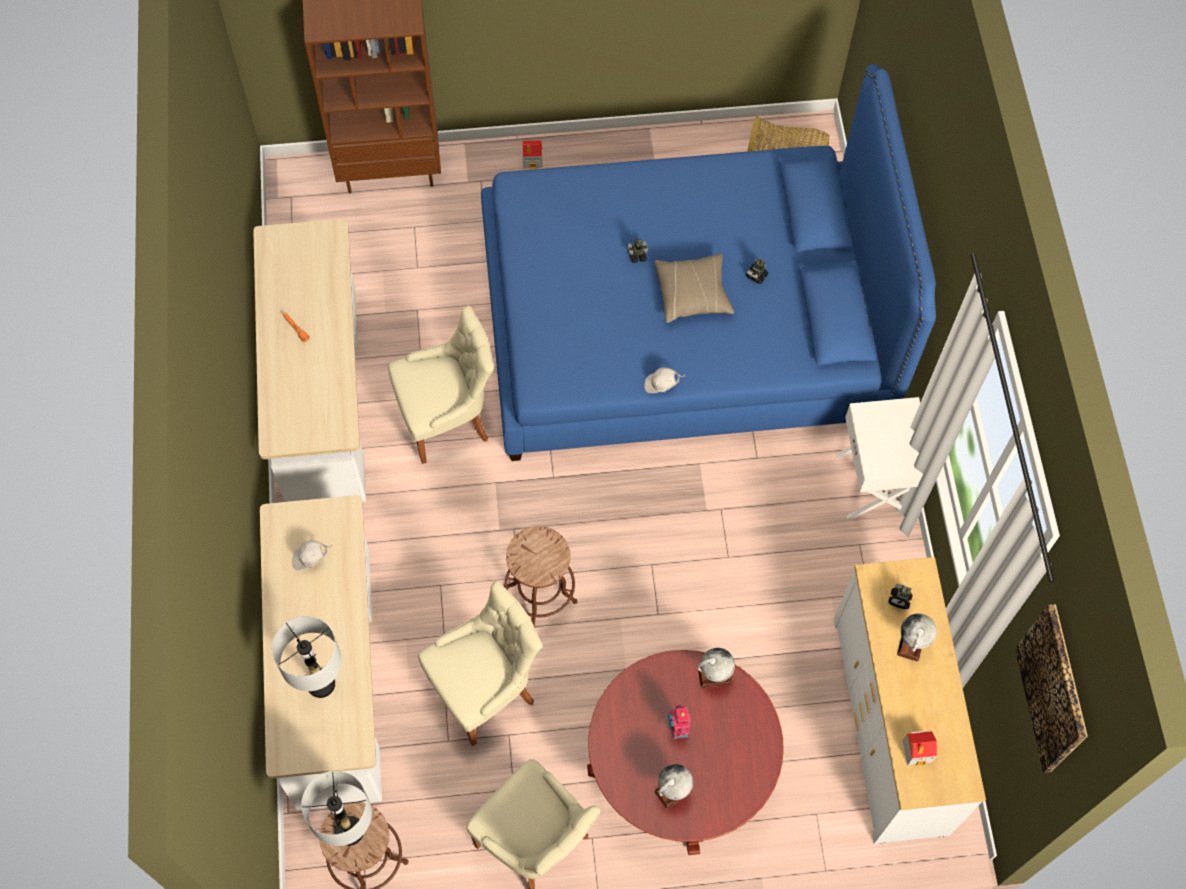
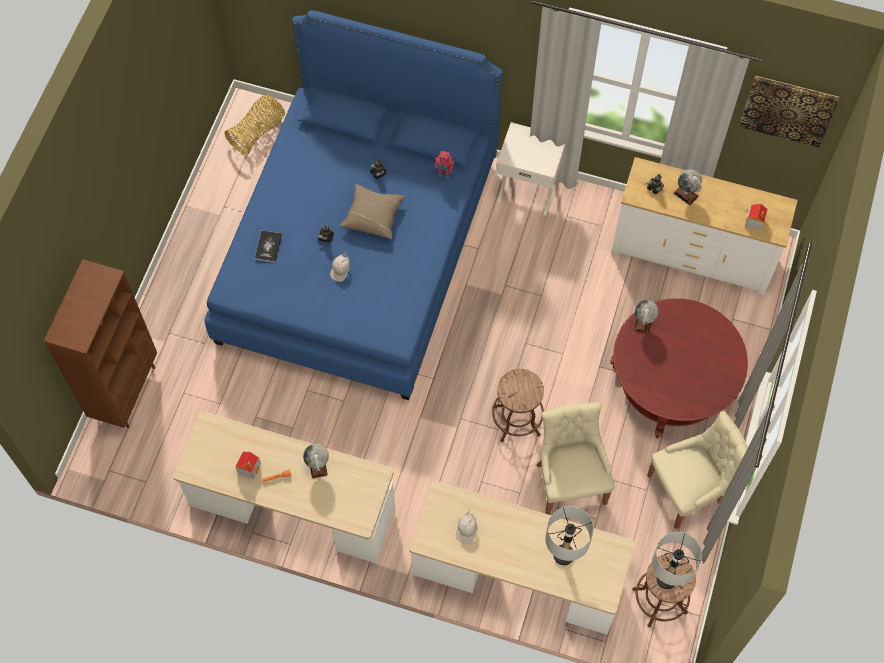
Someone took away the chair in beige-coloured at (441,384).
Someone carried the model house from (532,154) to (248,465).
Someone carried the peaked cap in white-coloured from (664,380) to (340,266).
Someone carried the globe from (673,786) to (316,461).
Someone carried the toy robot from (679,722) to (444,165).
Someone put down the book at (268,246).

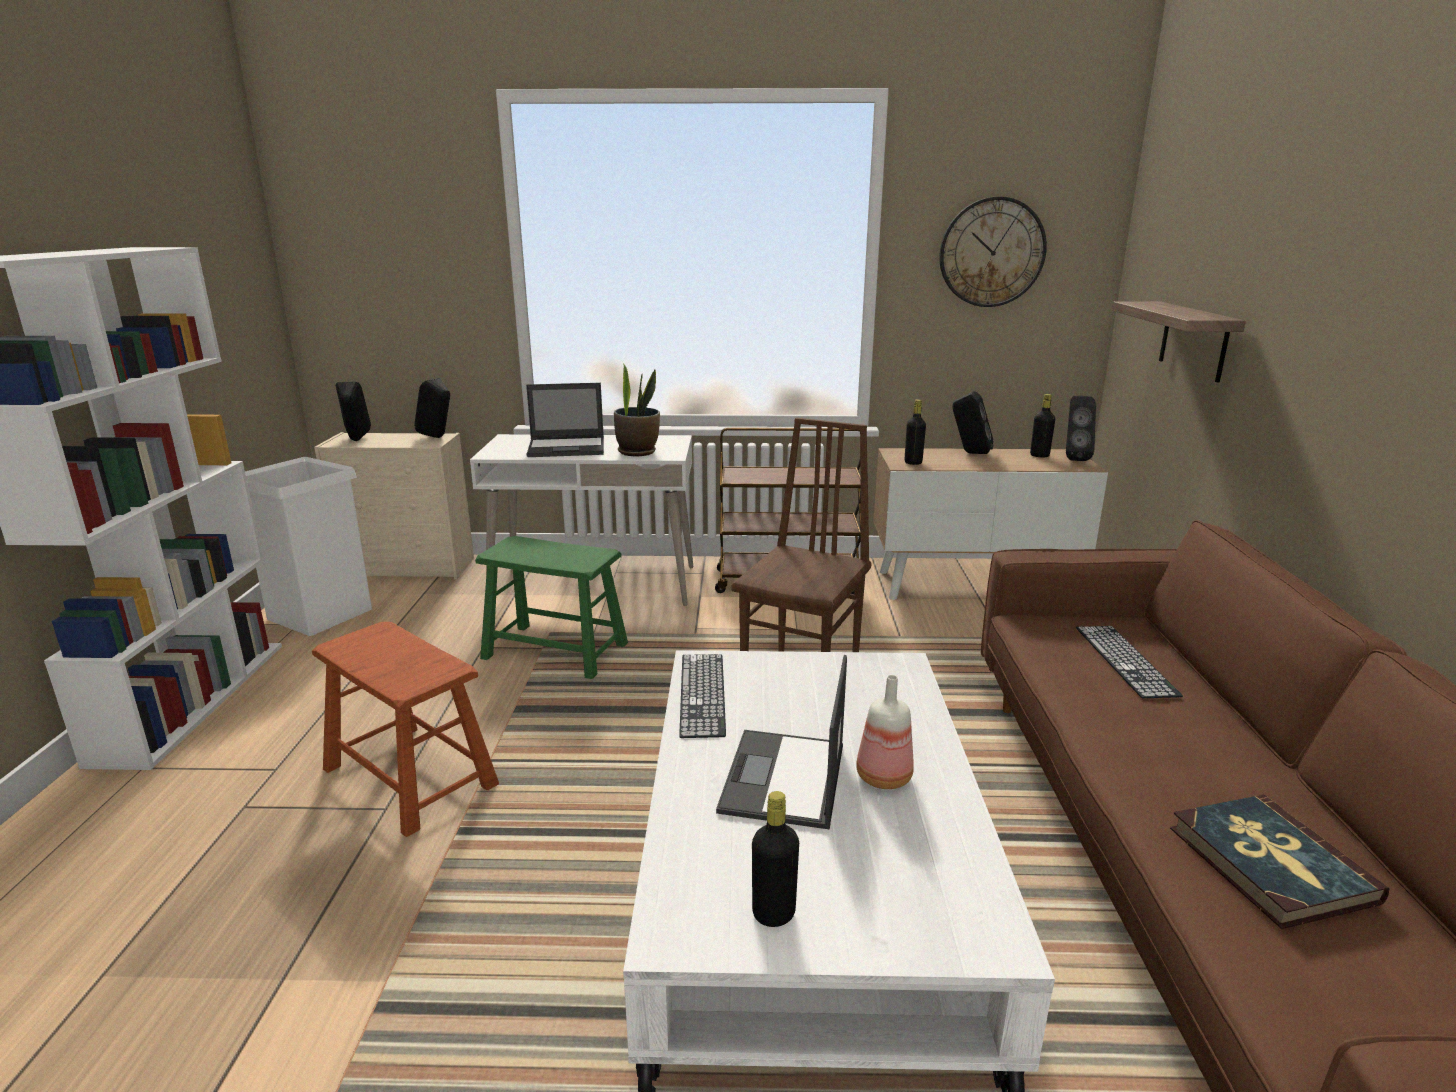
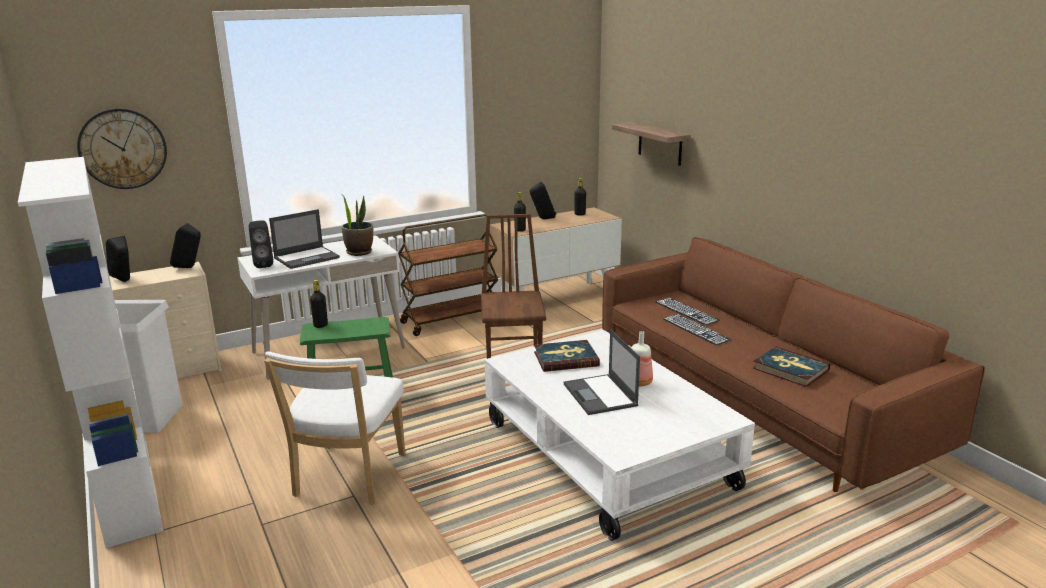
Someone swapped the stool in brownish at (405,729) for the chair in white-coloured at (334,427).
Someone carried the computer keyboard from (702,696) to (697,329).
Someone carried the drink bottle in black from (775,859) to (319,304).
Someone carried the hanging clock from (993,252) to (122,148).
Someone carried the audio speaker in black from (1081,428) to (261,244).
Someone put down the book at (567,356).

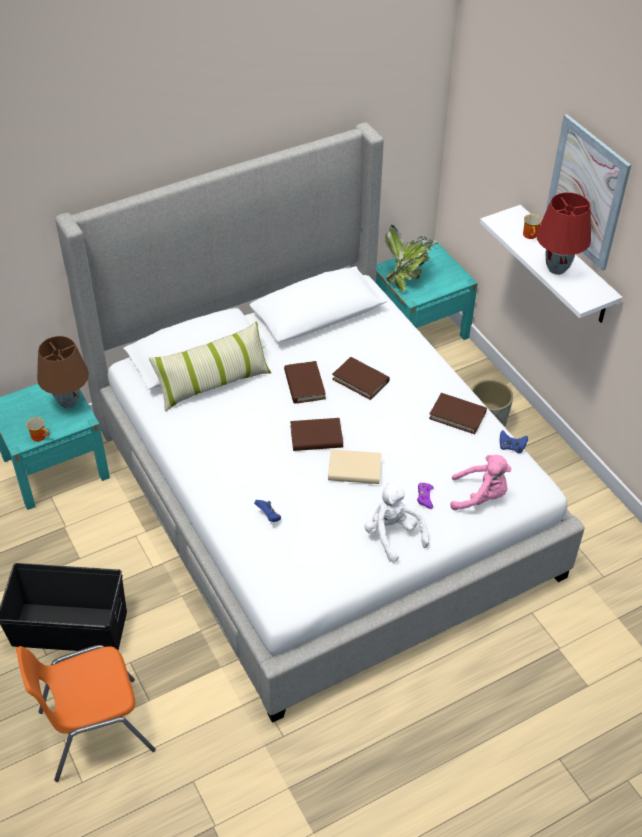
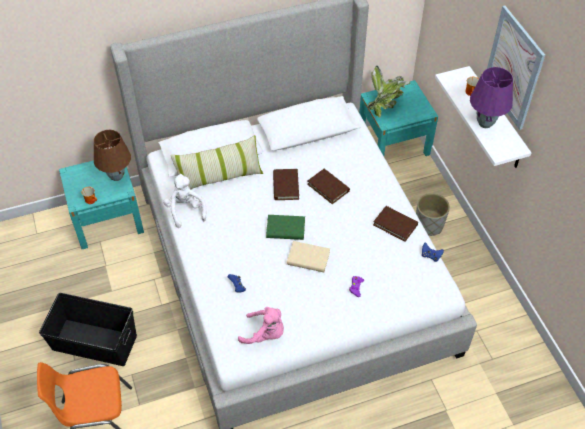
Someone repainted the book in brownish at (316,434), which became the book in green-coloured at (285,227).
Someone carried the cuddly toy in white-coloured from (396,522) to (185,201).
Someone carried the cuddly toy in pink-coloured from (480,482) to (261,325).
Someone repainted the lamp for a table in red at (563,233), which became the lamp for a table in purplish at (491,97).

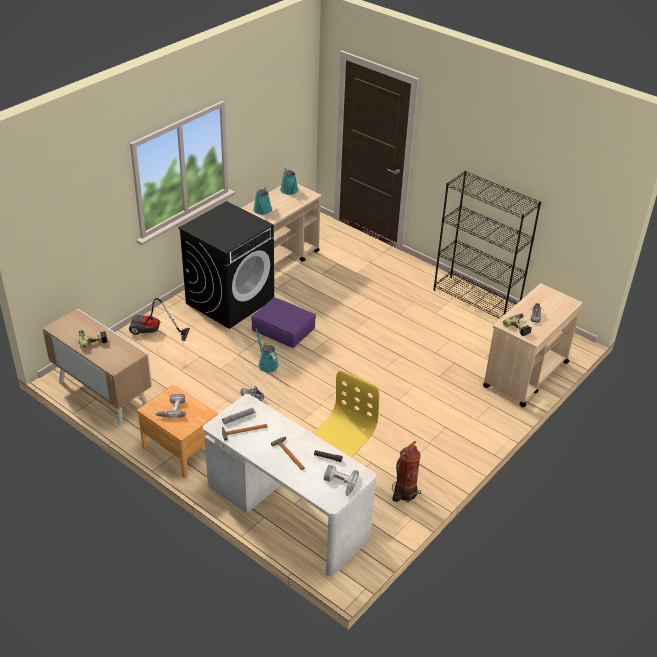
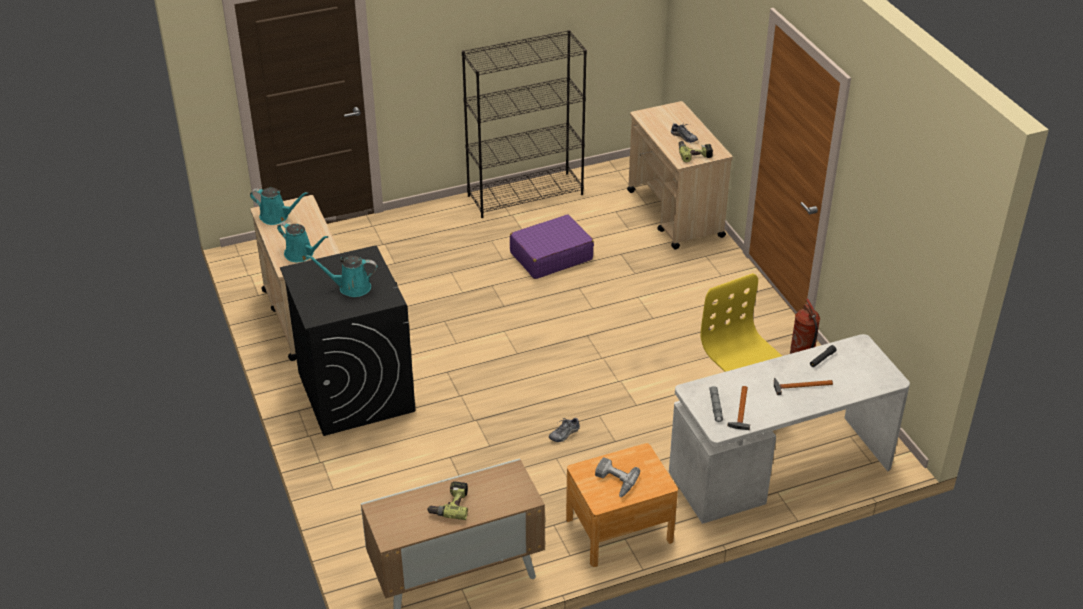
Someone took away the hoover at (159,319).
Someone carried the suitcase in purplish from (283,322) to (552,246).
Someone carried the watering pot in turquoise from (267,351) to (341,276).
Someone took away the drill at (341,480).

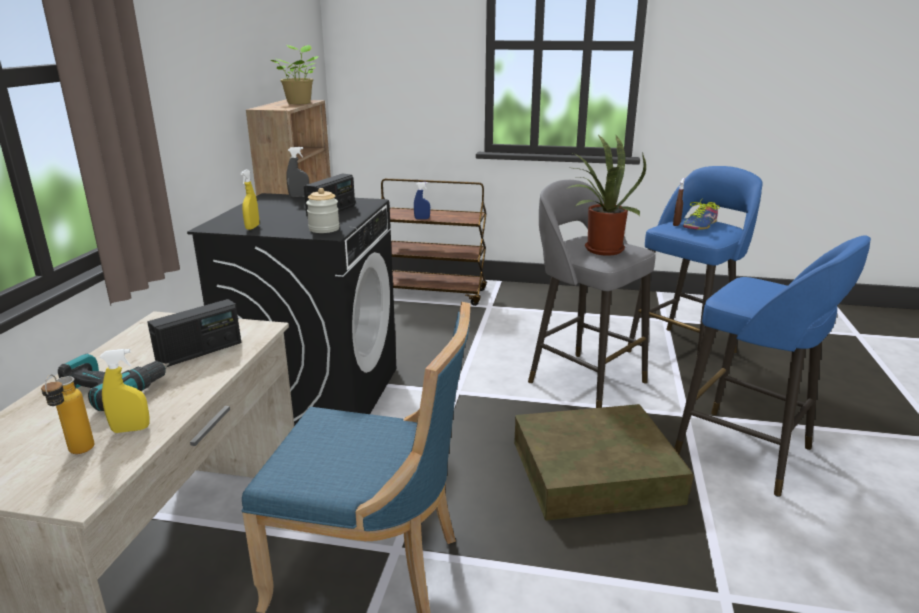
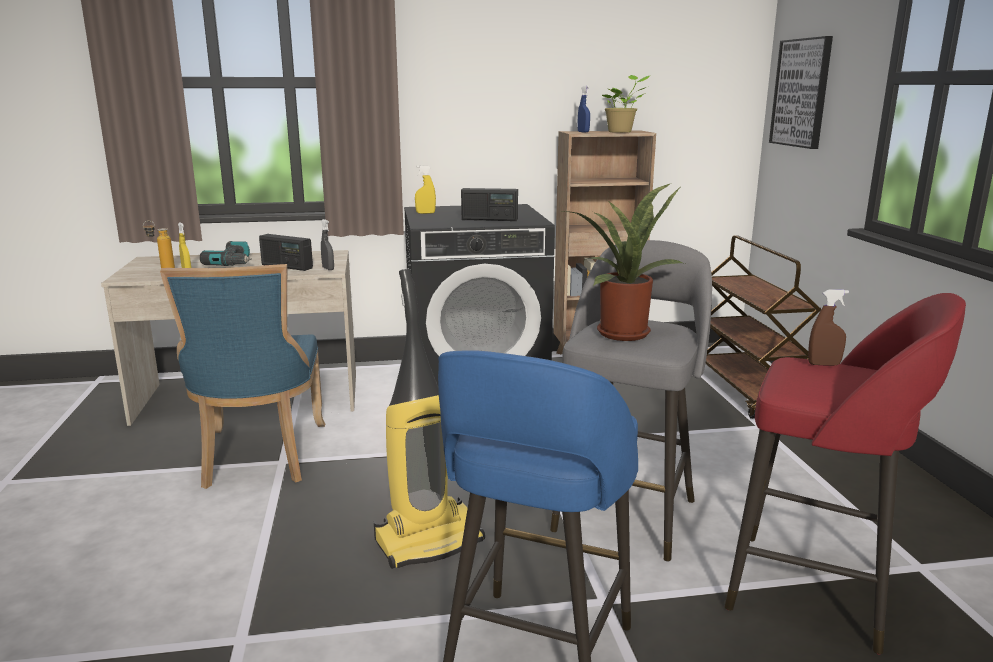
Someone carried the spray bottle in greyish from (297,172) to (327,244).
Someone took away the jar at (323,210).
Someone carried the spray bottle in blue-coloured from (422,200) to (584,109).
Someone swapped the storage container in brownish at (603,462) for the hoover at (429,419).
Someone repainted the stool in blue-coloured at (695,263), which became the stool in red at (845,474).
Someone took away the low shoe at (701,213).
Someone put up the wall picture at (801,92).

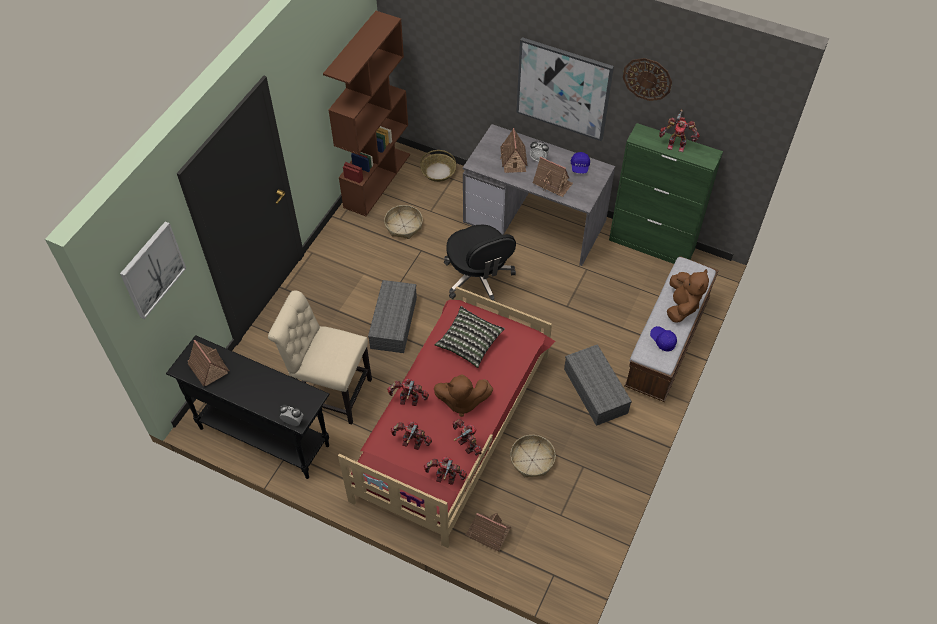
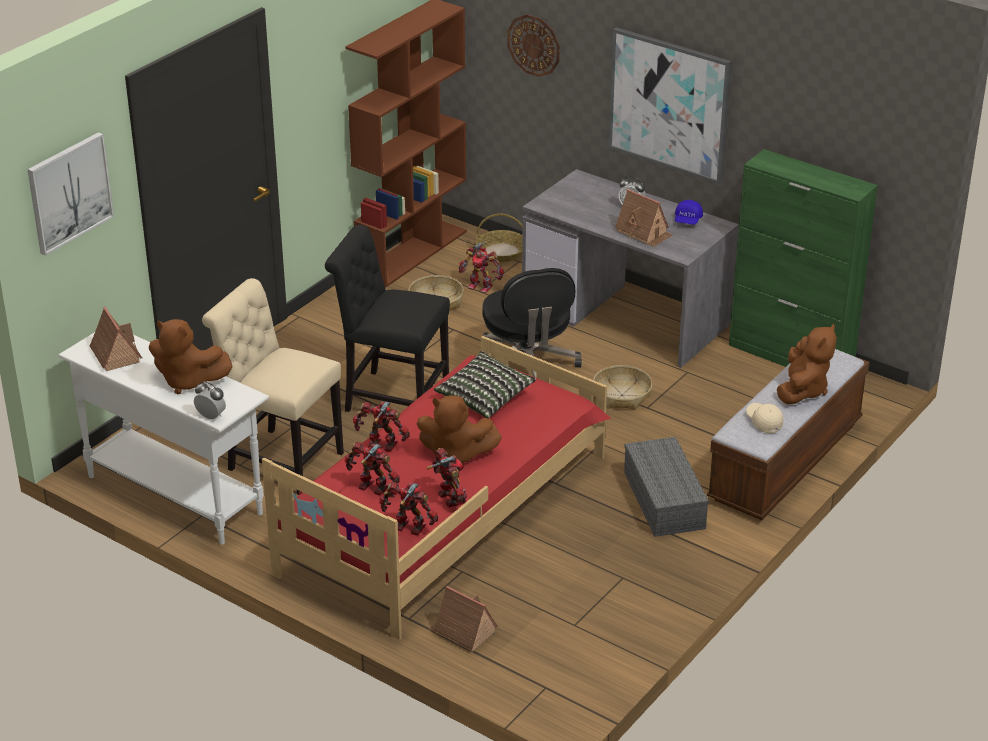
Someone repainted the narrow table in black at (248,407), which became the narrow table in white-coloured at (163,438).
Someone swapped the storage container in greyish at (392,316) for the chair in black at (387,318).
Someone took away the model house at (513,150).
Someone carried the basket from (533,456) to (622,387).
Someone carried the hanging clock from (647,79) to (533,45).
Someone repainted the peaked cap in blue-coloured at (663,338), which became the peaked cap in beige-coloured at (764,418).
Someone carried the toy robot from (679,130) to (481,267).
Someone put down the cuddly toy in brownish at (191,357).

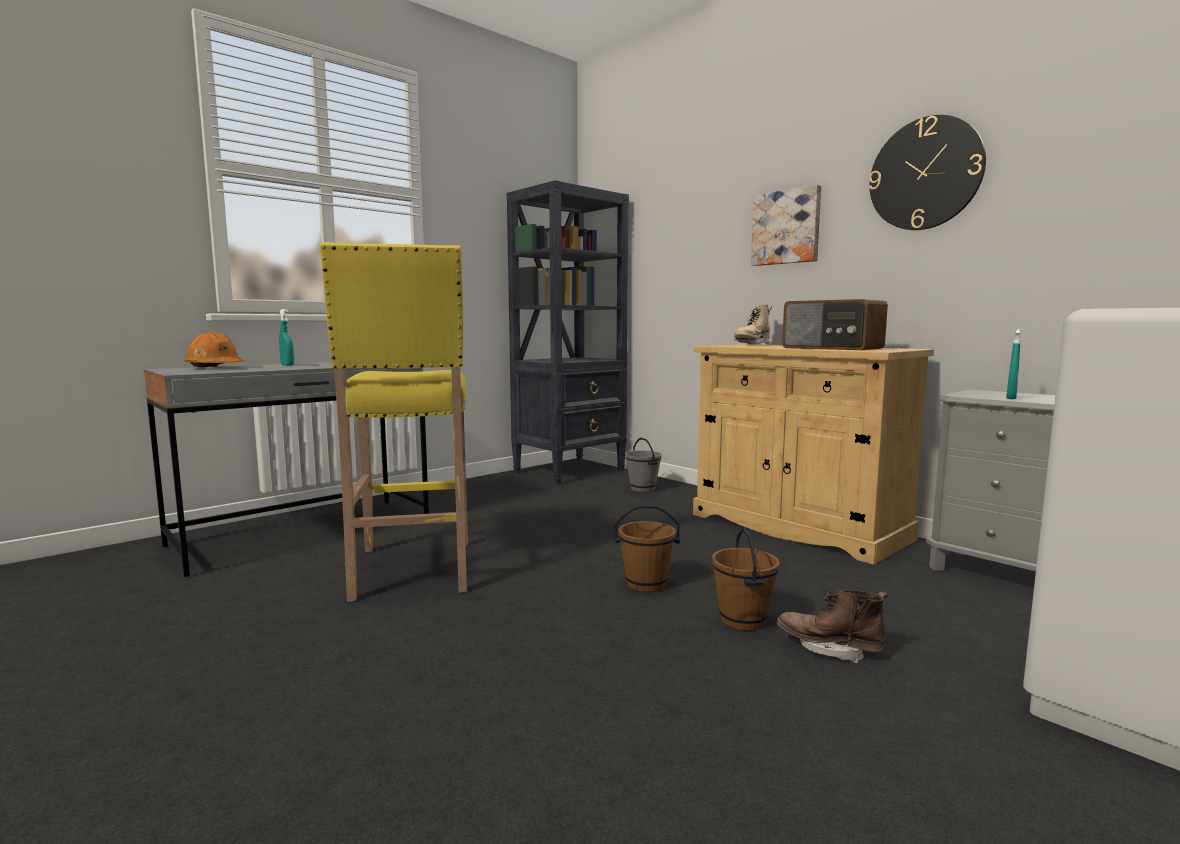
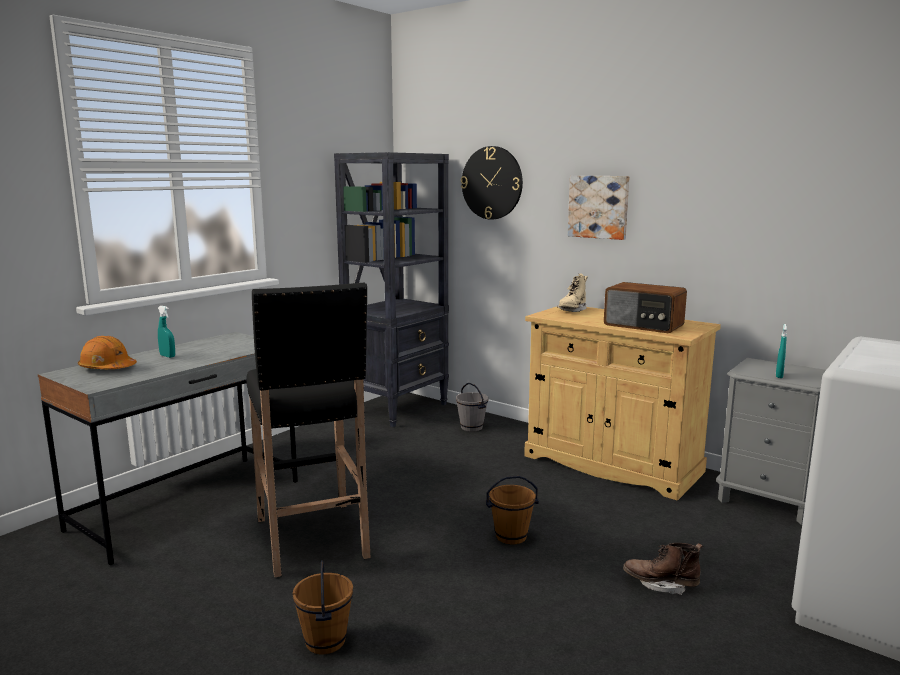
Someone repainted the stool in yellowish at (394,422), which became the stool in black at (308,430).
Someone carried the water bucket in brownish from (746,580) to (322,607).
Someone carried the hanging clock from (927,172) to (492,183).

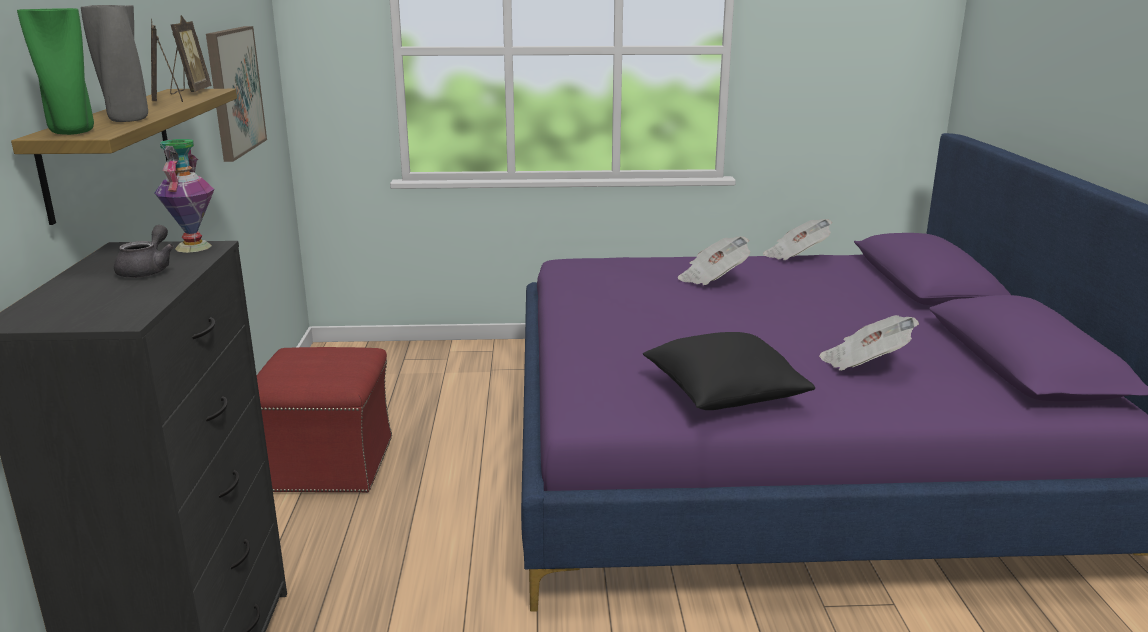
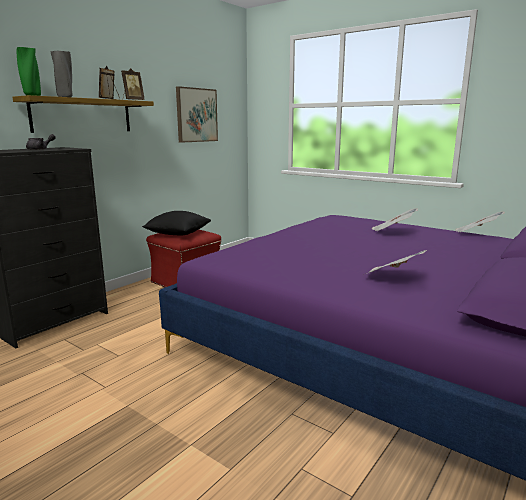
Someone took away the vase at (184,196).
Someone carried the pillow in black from (729,371) to (176,223).

